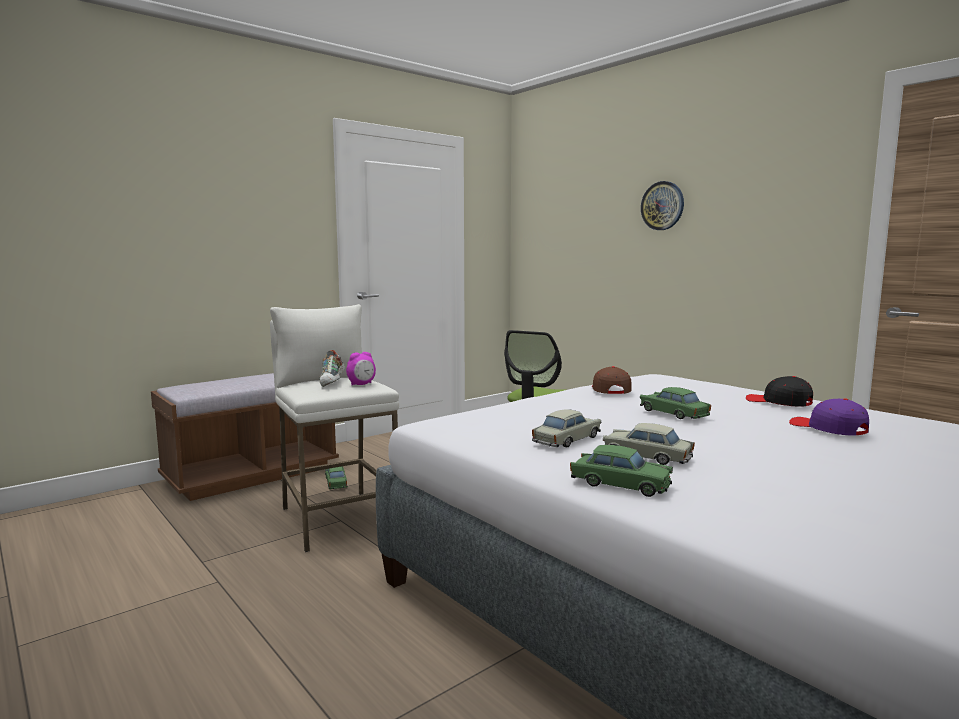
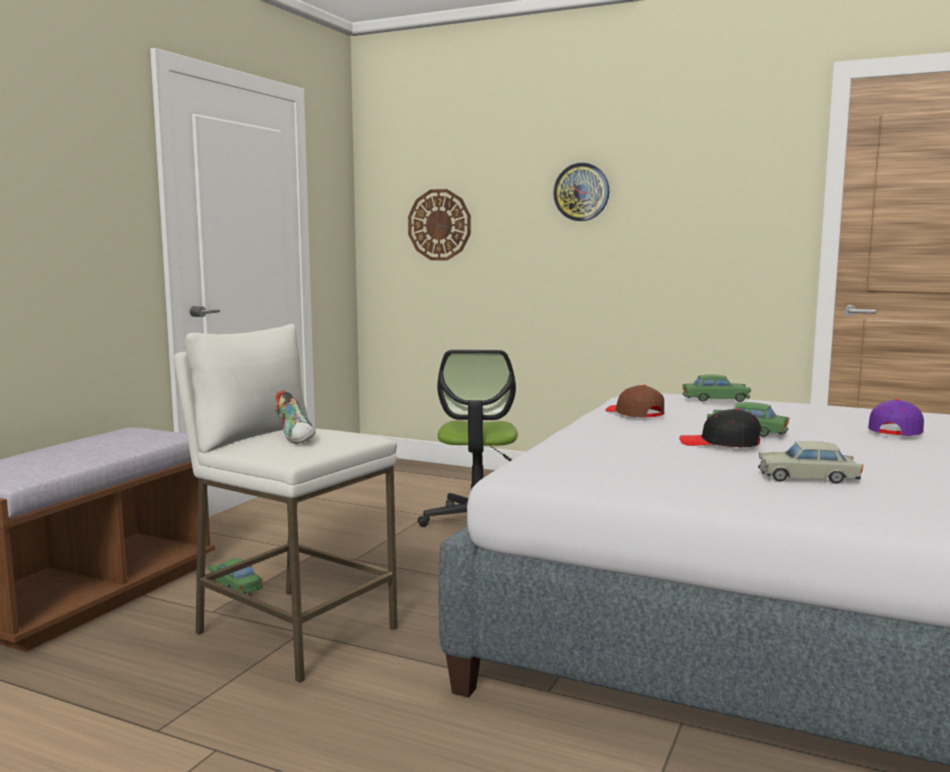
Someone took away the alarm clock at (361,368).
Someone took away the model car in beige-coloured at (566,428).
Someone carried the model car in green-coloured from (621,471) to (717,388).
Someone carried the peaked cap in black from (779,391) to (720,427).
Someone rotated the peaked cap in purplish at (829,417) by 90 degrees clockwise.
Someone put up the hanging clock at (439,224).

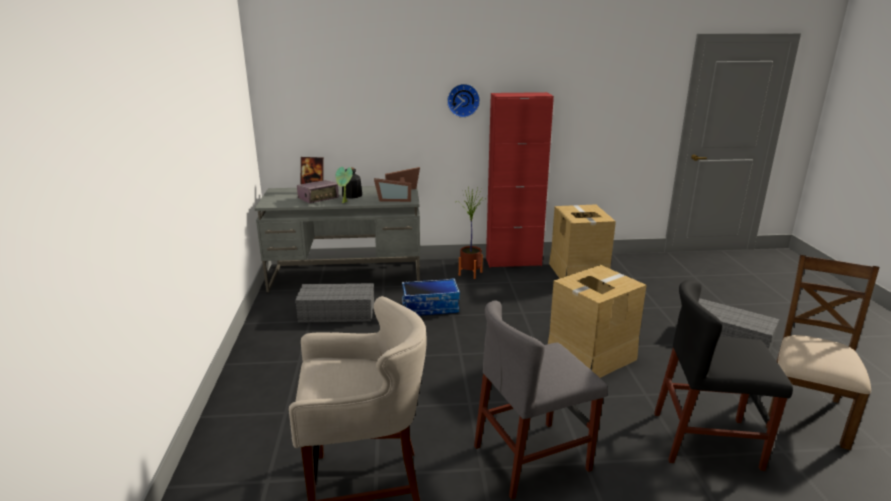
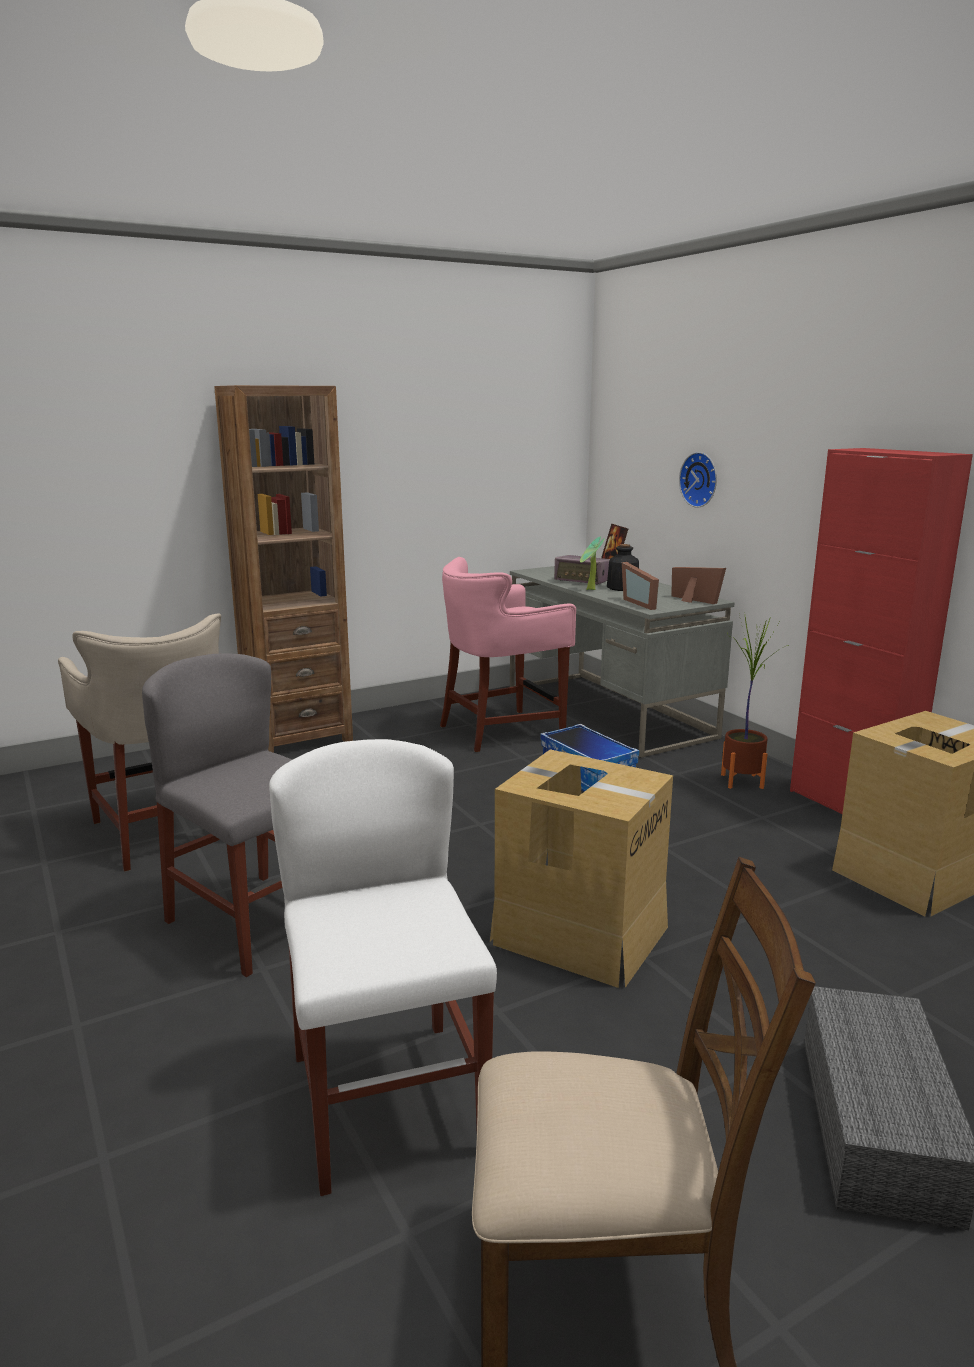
Someone swapped the storage container in greyish at (334,303) for the stool in pink-coloured at (508,654).
Someone carried the hanging clock from (463,101) to (698,480).
Someone repainted the chair in black at (723,375), which became the chair in white-coloured at (383,967).
Someone put down the bookcase in brownish at (283,569).

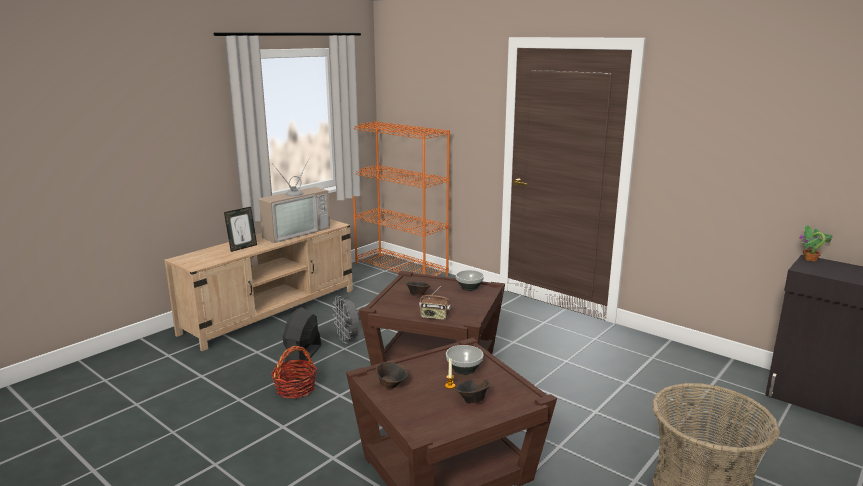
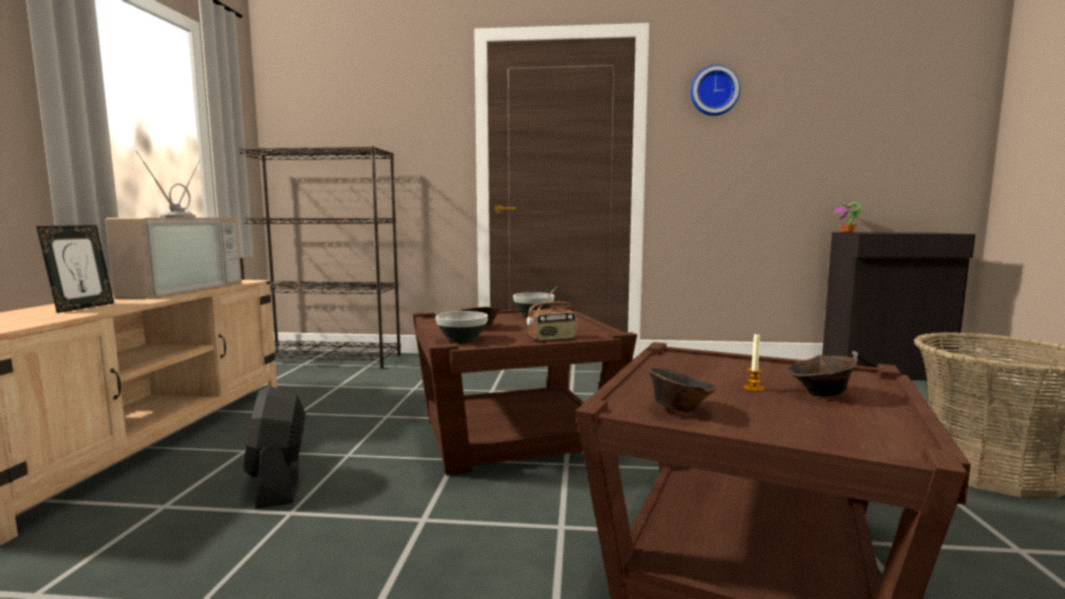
Someone took away the basket at (294,372).
Someone took away the electric fan in greyish at (346,319).
Someone repainted the bookcase in orange-coloured at (401,198), which became the bookcase in black at (320,257).
Someone carried the deep dish from (464,360) to (462,327).
Someone put up the hanging clock at (715,90).

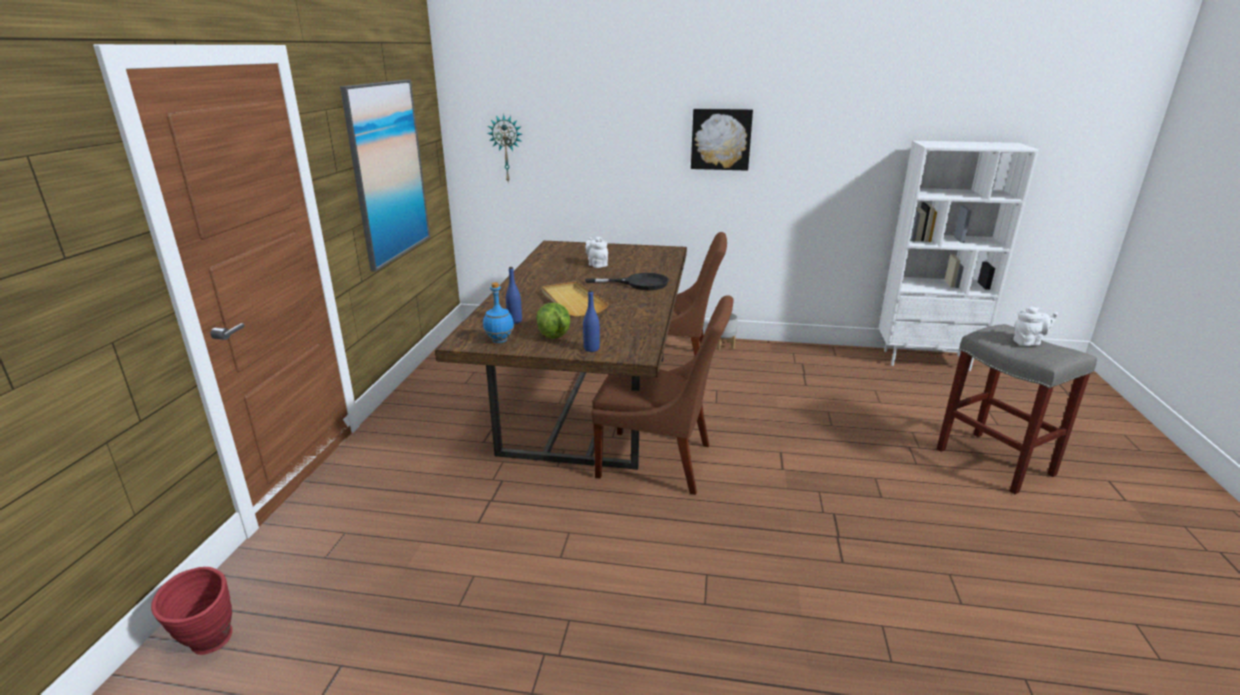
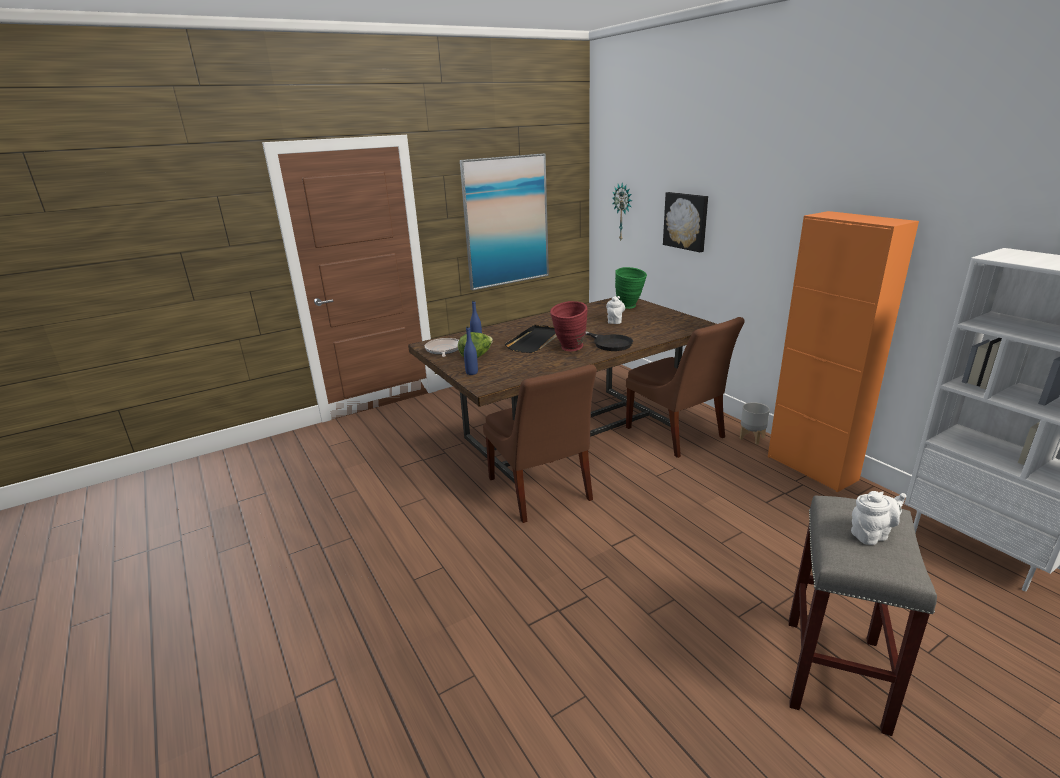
Someone carried the vase in red from (191,611) to (569,326).
Someone swapped the drink bottle in blue-coloured at (498,312) for the skillet at (442,347).
Someone repainted the serving tray in beige-coloured at (575,298), which became the serving tray in black at (531,339).
Someone carried the wall picture from (722,140) to (685,222).
Someone rotated the teapot in white-coloured at (1035,326) by 60 degrees counterclockwise.
Someone put down the vase in green-coloured at (631,288).
Someone put down the storage cabinet in orange-coloured at (843,351).

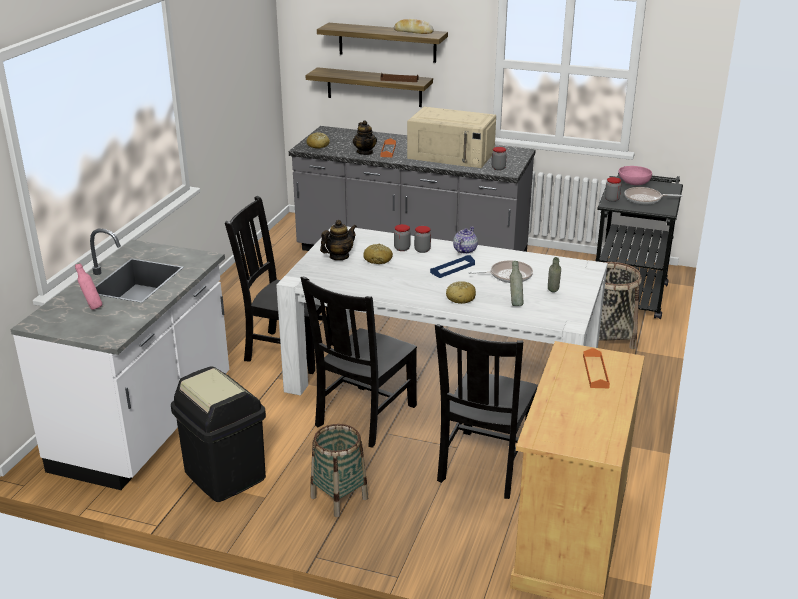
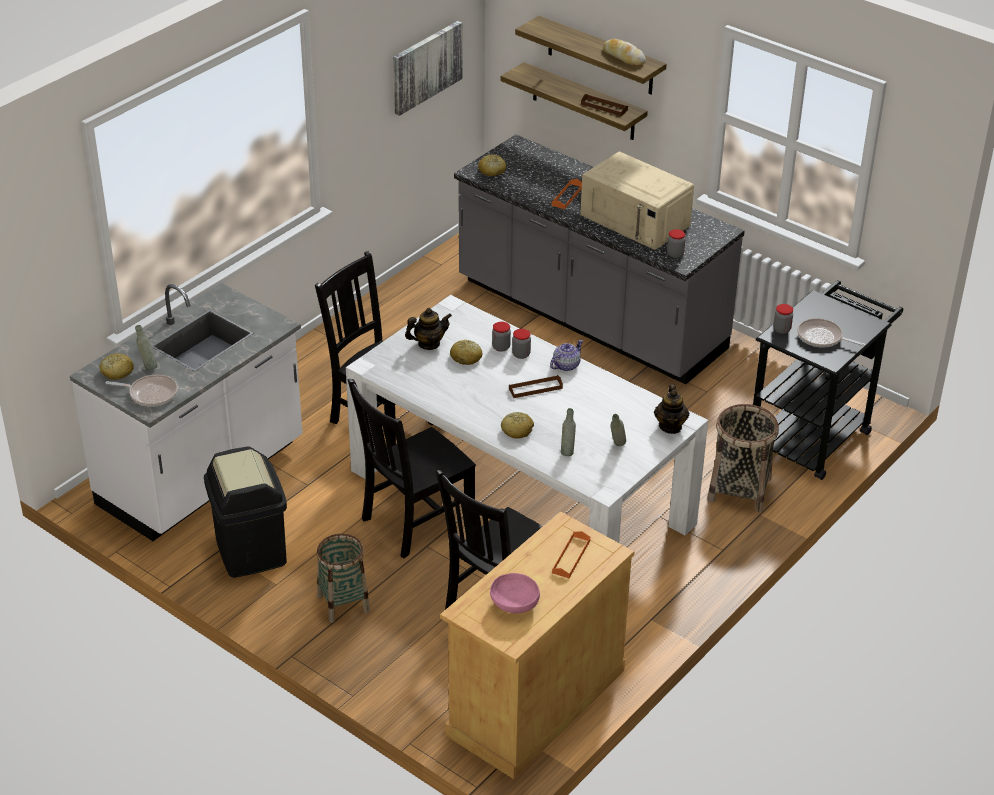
Someone repainted the drink bottle in pink-coloured at (88,286), which became the drink bottle in greyish at (146,347).
Someone carried the teapot from (365,137) to (672,409).
Someone repainted the serving tray in blue-coloured at (452,266), which became the serving tray in brownish at (536,386).
Someone carried the skillet from (500,271) to (141,391).
Someone carried the deep dish in pink-coloured from (635,175) to (515,593).
Someone put down the baked bread at (117,366).
Someone put up the wall picture at (428,68).

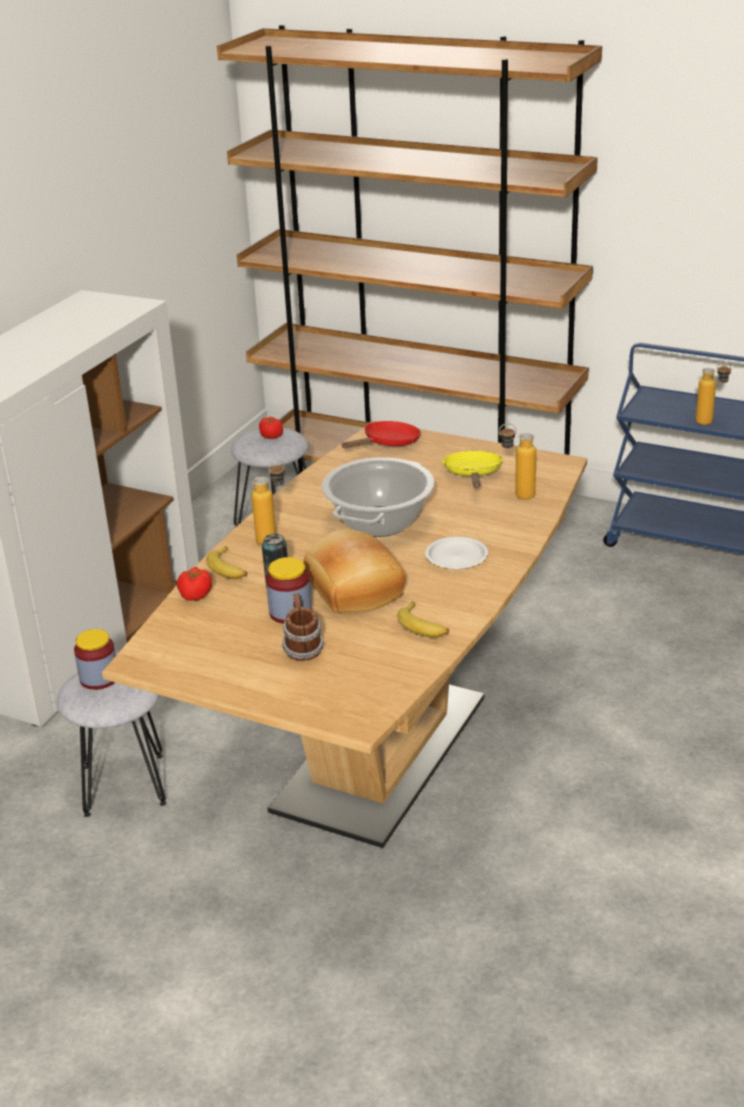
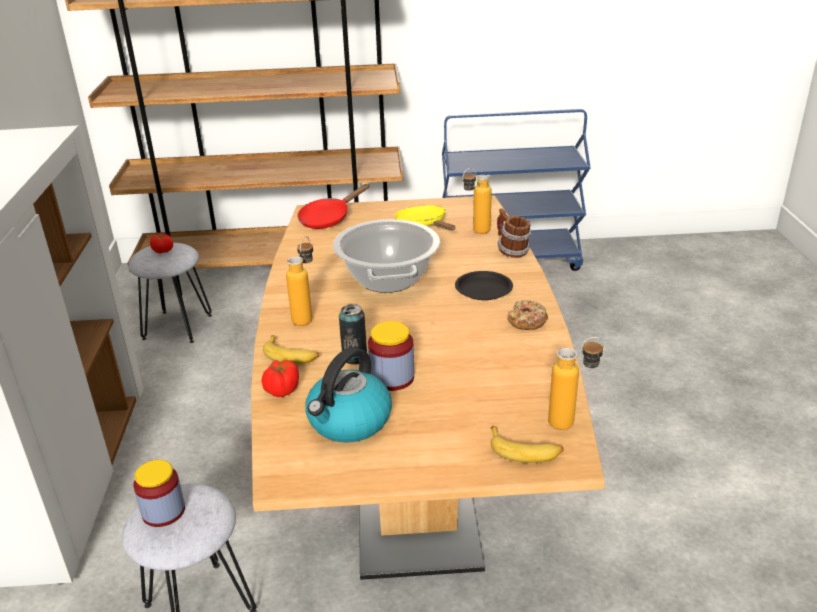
Someone carried the tea mug from (303,627) to (514,233).
Someone took away the baked bread at (355,571).
Someone rotated the skillet in red at (381,434) by 150 degrees counterclockwise.
Someone carried the banana fruit from (423,620) to (527,444).
Someone repainted the flat dish in white-coloured at (456,552), which became the flat dish in black at (484,285).
Someone carried the drink bottle from (714,393) to (576,383).
Someone put down the tea kettle at (348,394).
Someone put down the donut at (527,315).

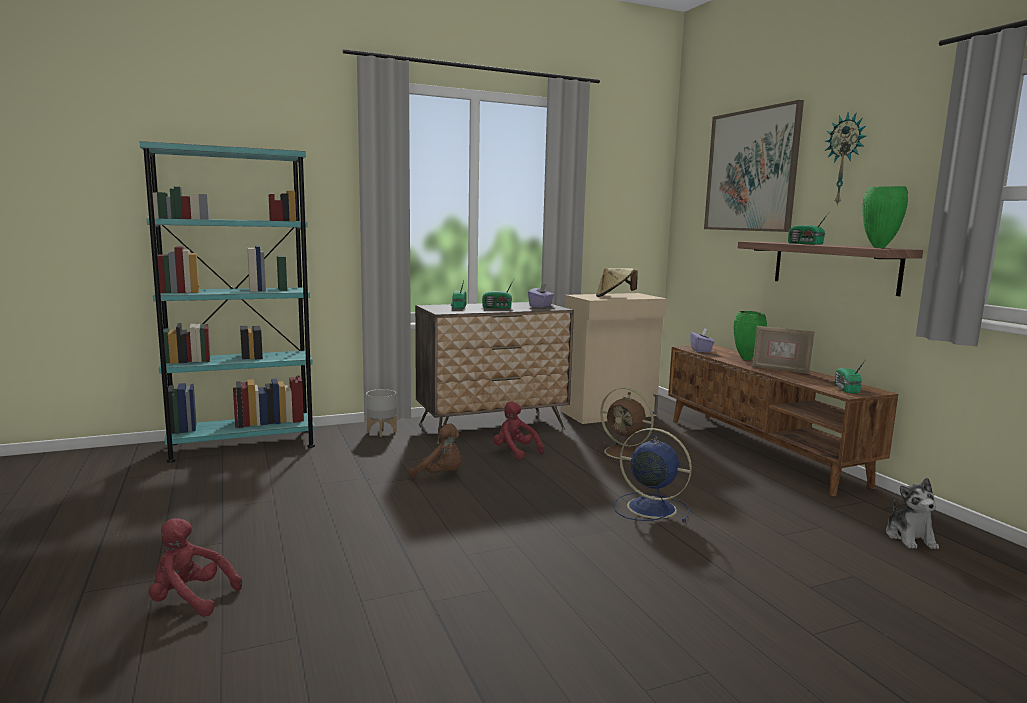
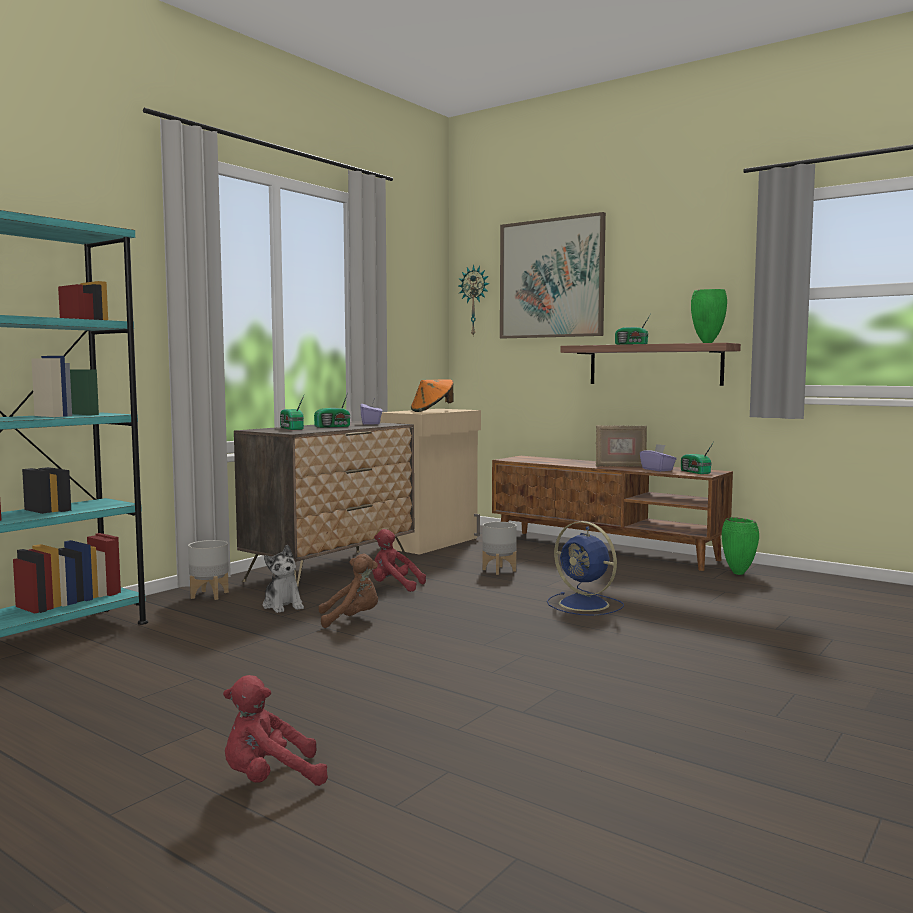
Someone swapped the electric fan in brownish at (624,426) for the planter in greyish at (499,548).
Someone repainted the clothing hat in beige-coloured at (617,282), which became the clothing hat in orange-coloured at (432,395).
Someone rotated the electric fan in blue-coloured at (652,475) by 135 degrees counterclockwise.
Someone carried the tissue box in purplish from (702,340) to (658,457).
Someone carried the vase in green-coloured from (750,335) to (740,546).
Someone carried the hanging clock from (846,159) to (473,300).
Someone carried the cuddly toy from (912,513) to (283,579).

